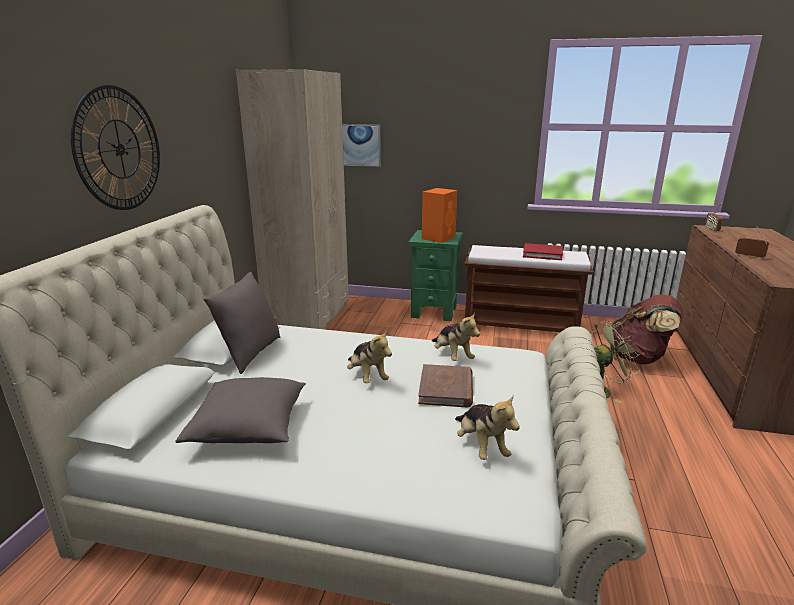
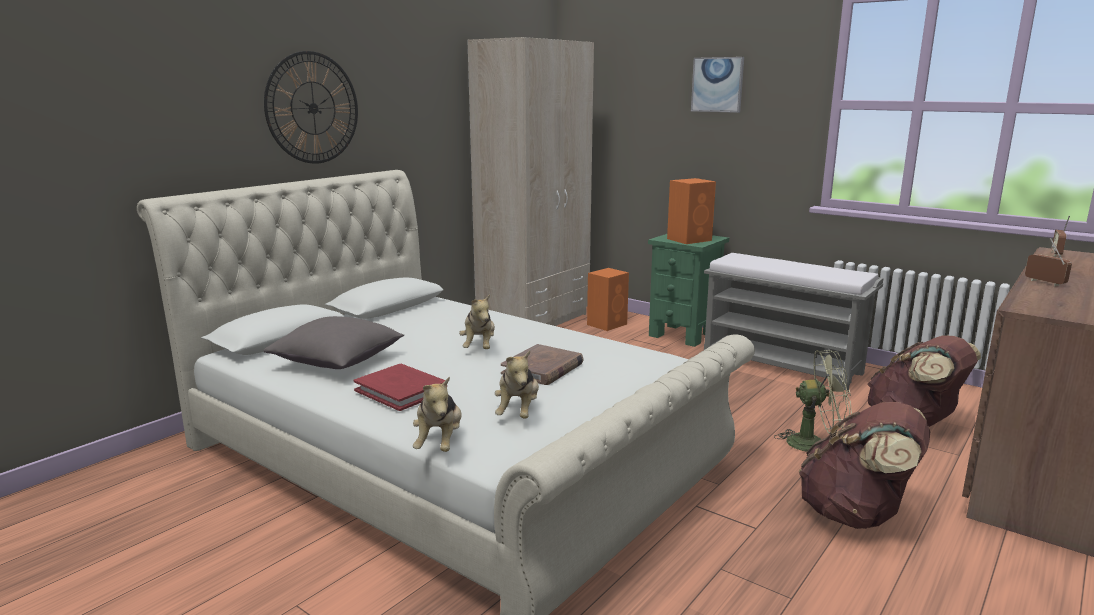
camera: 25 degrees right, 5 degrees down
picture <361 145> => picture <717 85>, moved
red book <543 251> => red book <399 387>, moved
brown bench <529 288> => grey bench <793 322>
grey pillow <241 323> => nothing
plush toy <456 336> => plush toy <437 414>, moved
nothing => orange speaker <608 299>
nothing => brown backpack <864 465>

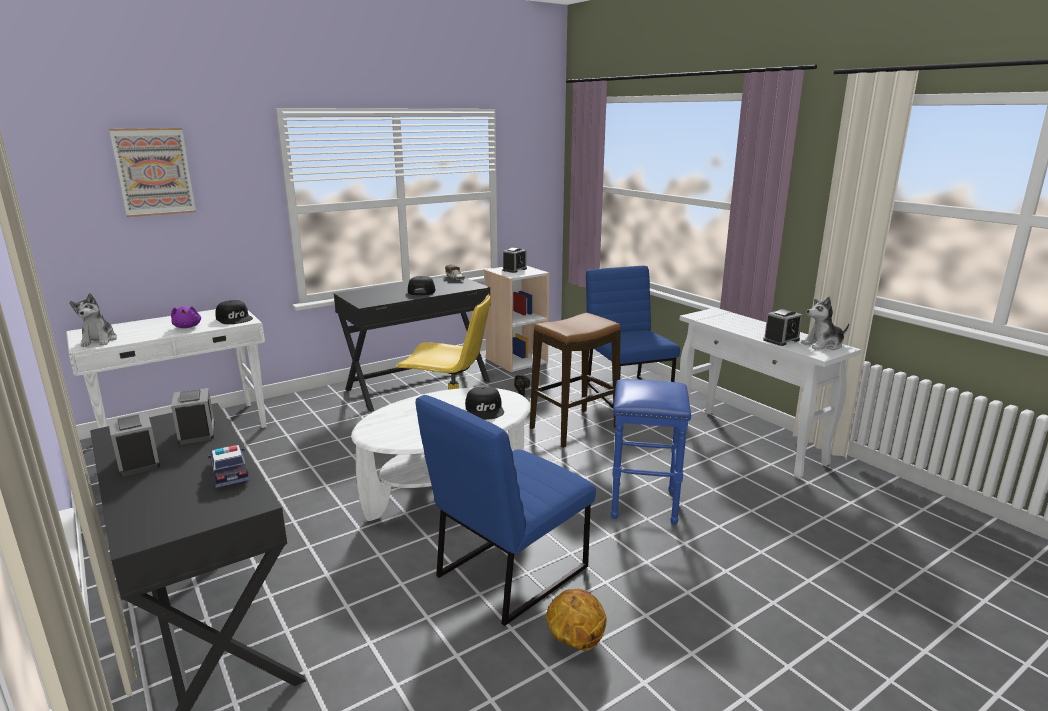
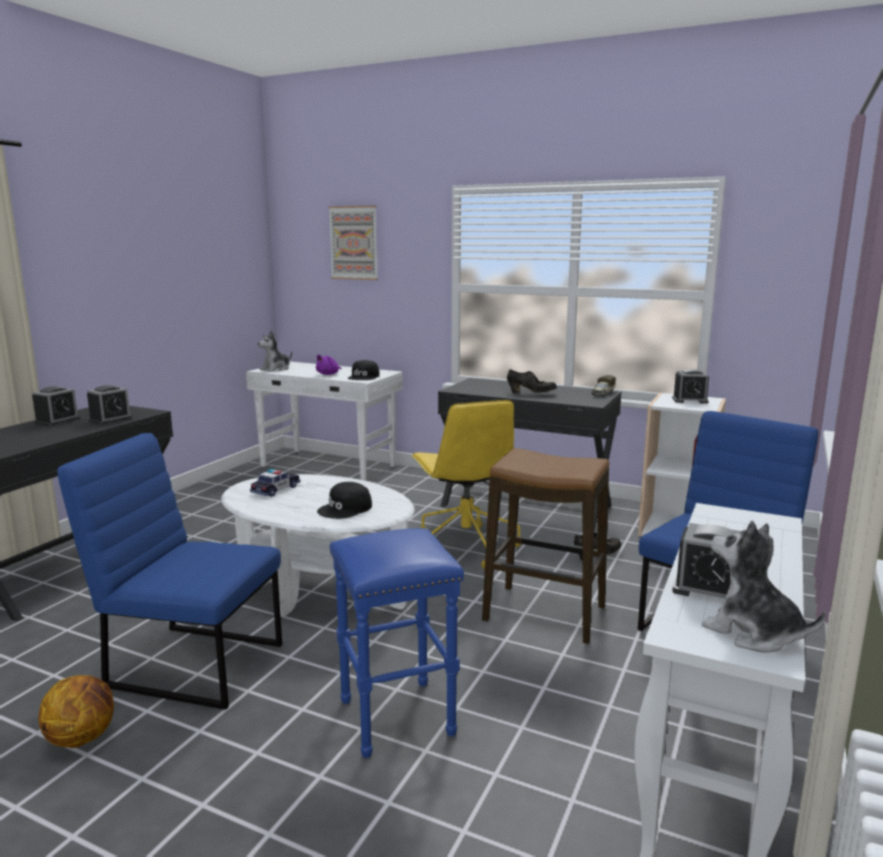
camera: 60 degrees right, 5 degrees down
black cap <422 285> => black shoe <532 381>
toy car <229 466> => toy car <275 483>, moved

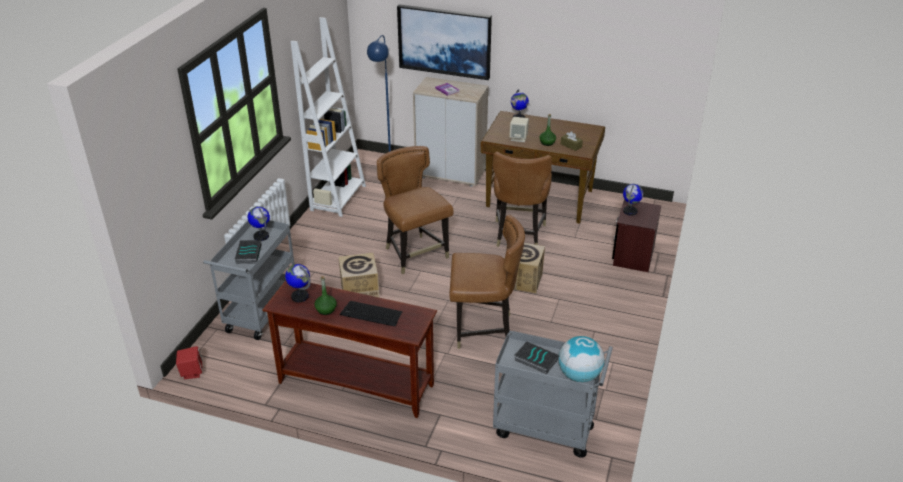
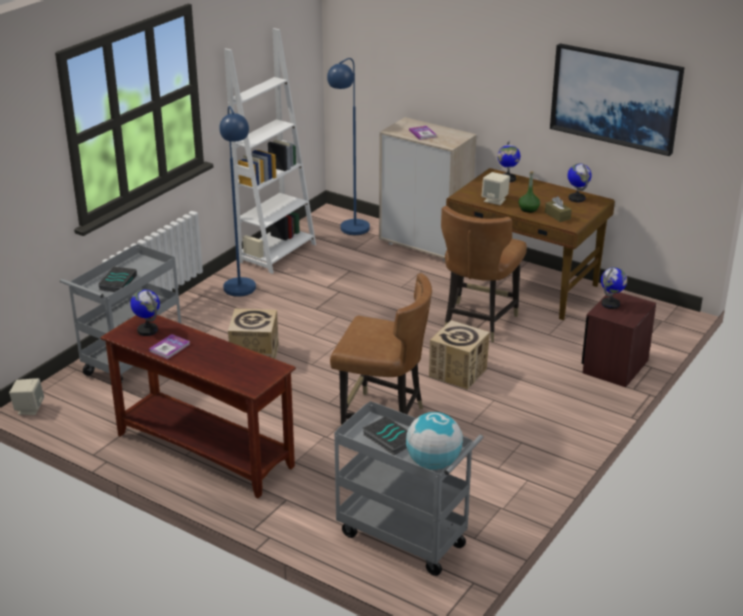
camera: 15 degrees right, 5 degrees down
picture <444 42> => picture <617 99>, moved
brown chair <415 210> => nothing
globe <259 223> => globe <580 182>, moved
green bottle <325 295> => book <169 346>
keyboard <371 313> => nothing
red speaker <189 362> => beige speaker <26 396>
nothing => blue floor lamp <237 201>

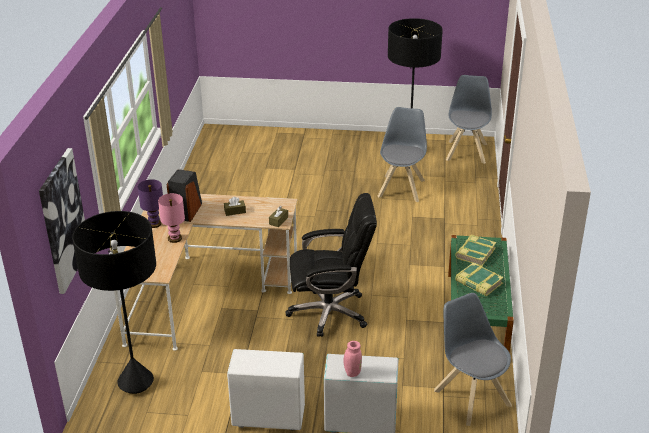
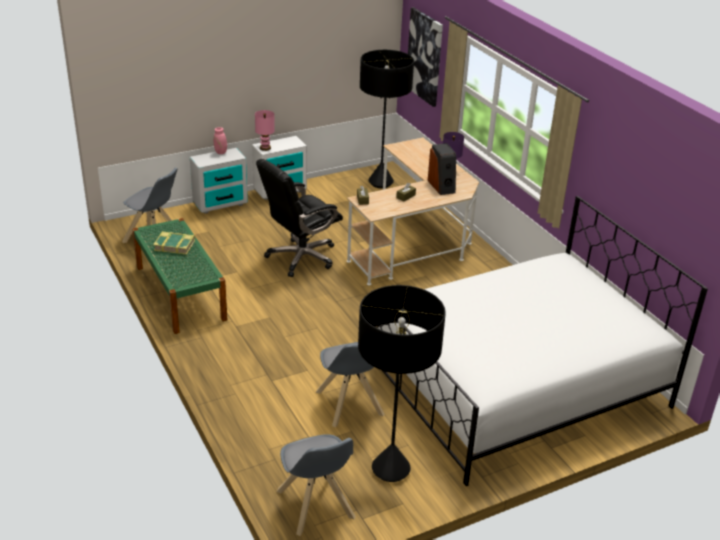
camera: 145 degrees right, 0 degrees up
pink table lamp <171 218> => pink table lamp <265 130>, moved
book <475 250> => nothing
nothing => white bed <539 341>

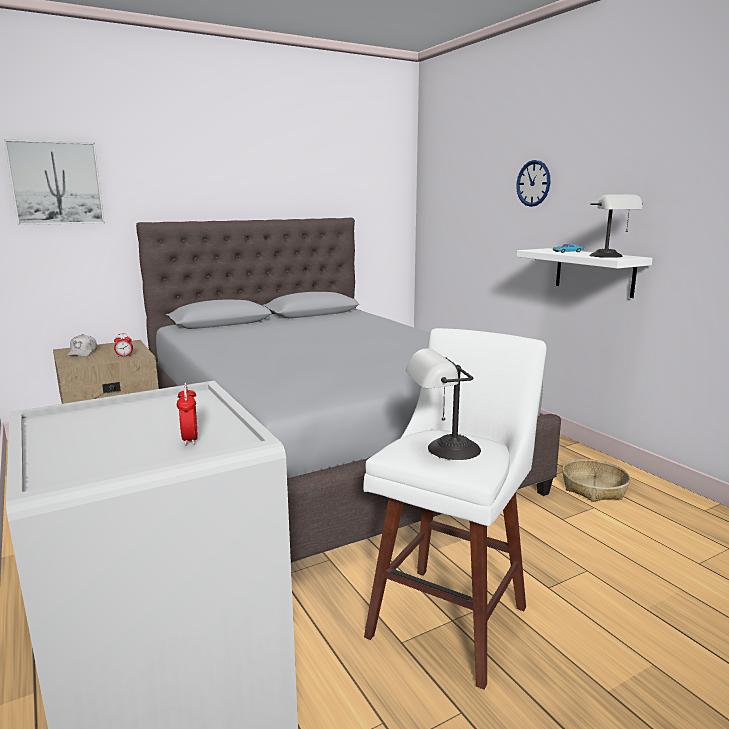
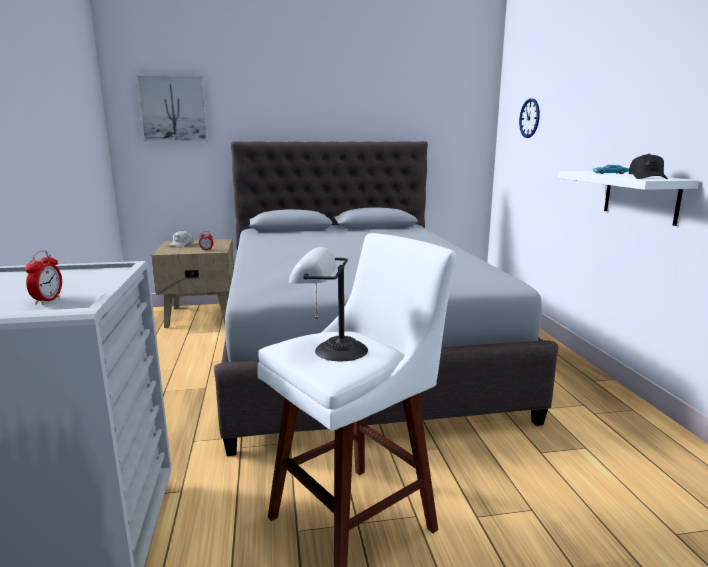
camera: 20 degrees right, 0 degrees up
wall clock <533 183> => wall clock <529 118>, moved
table lamp <616 226> => black cap <648 166>
basket <596 480> => nothing

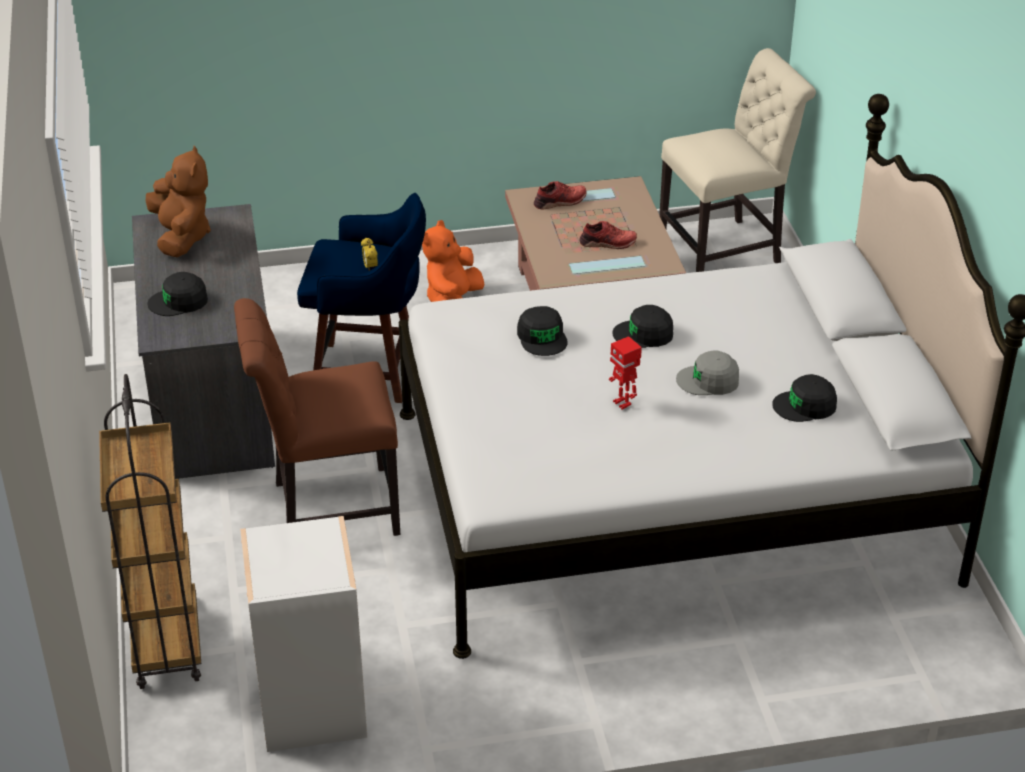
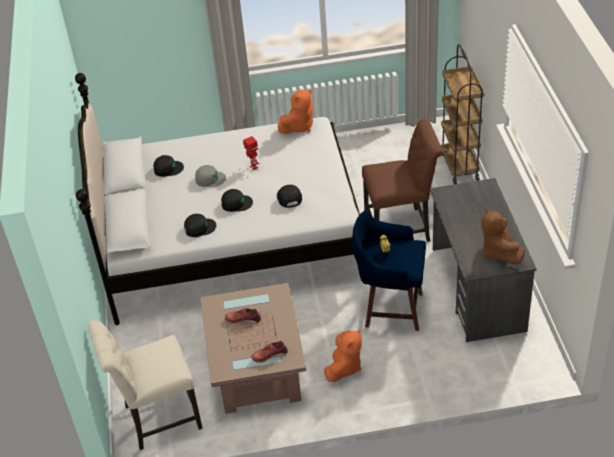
camera: 175 degrees left, 5 degrees up
black cap <178 294> => black cap <200 225>, moved
bookcase <303 634> => nothing
nothing => orange plush toy <295 111>

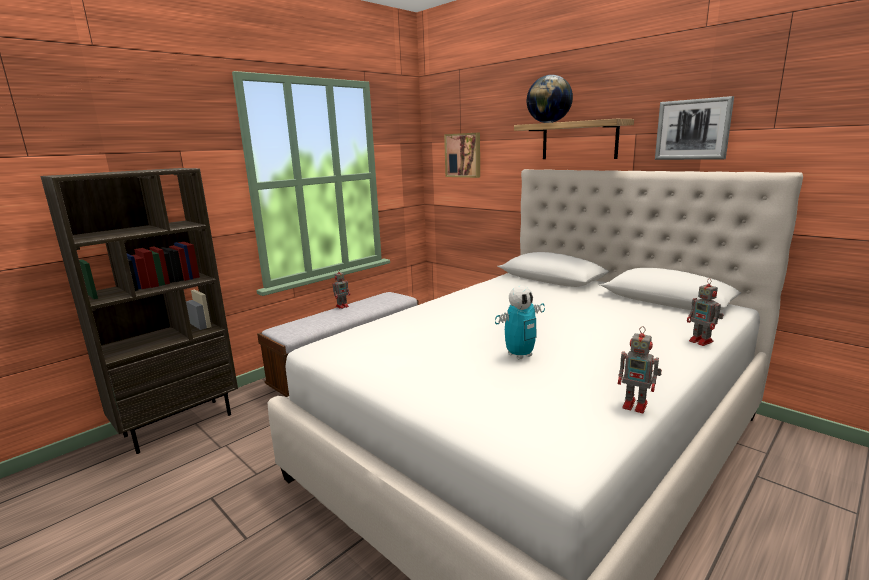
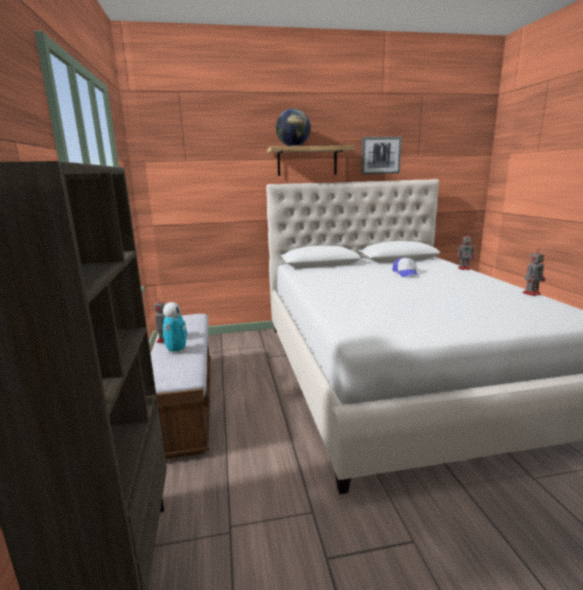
camera: 55 degrees left, 0 degrees up
picture <462 155> => nothing
toy robot <520 323> => toy robot <175 328>, moved
nothing => cap <406 267>

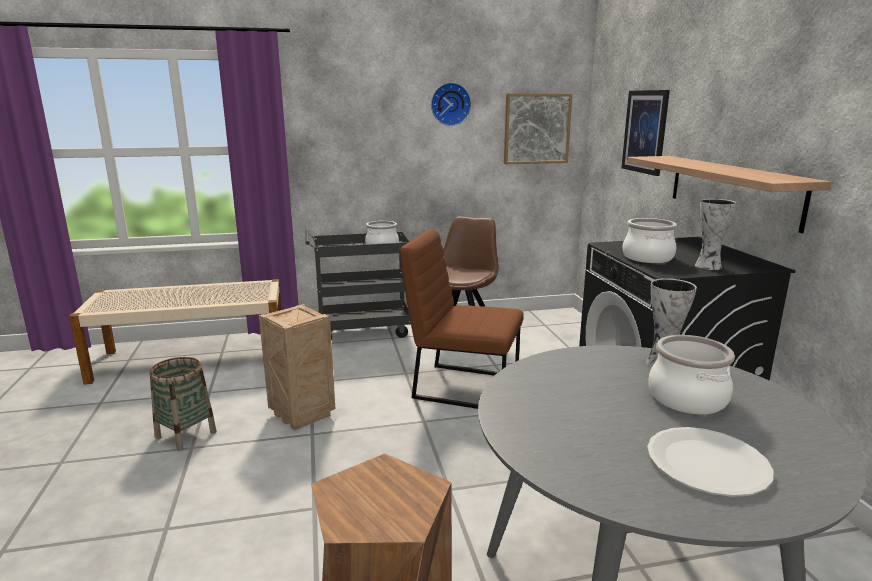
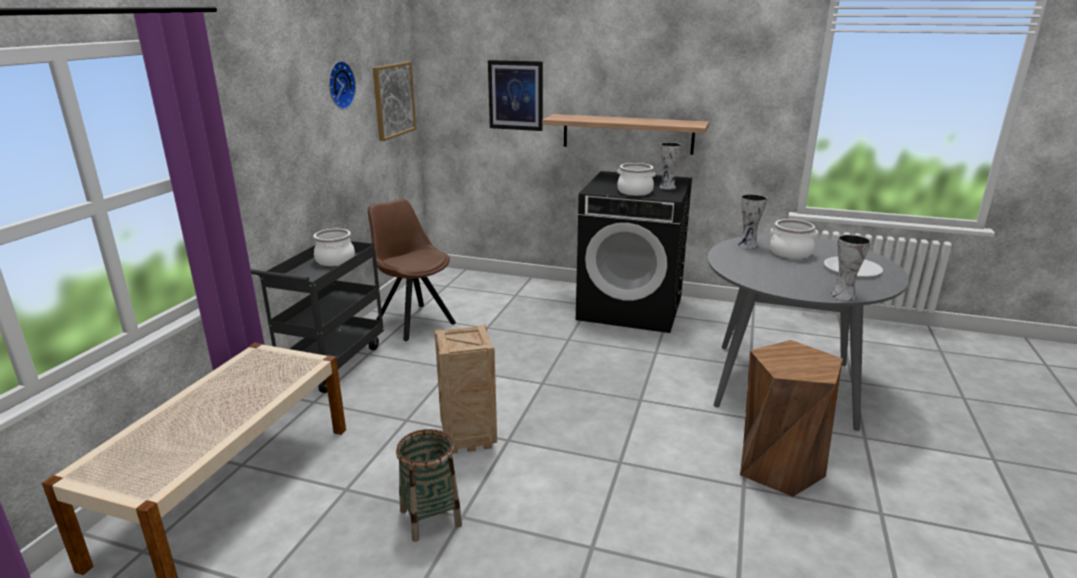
camera: 60 degrees left, 5 degrees up
brown chair <461 319> => nothing
nothing => vase <851 267>

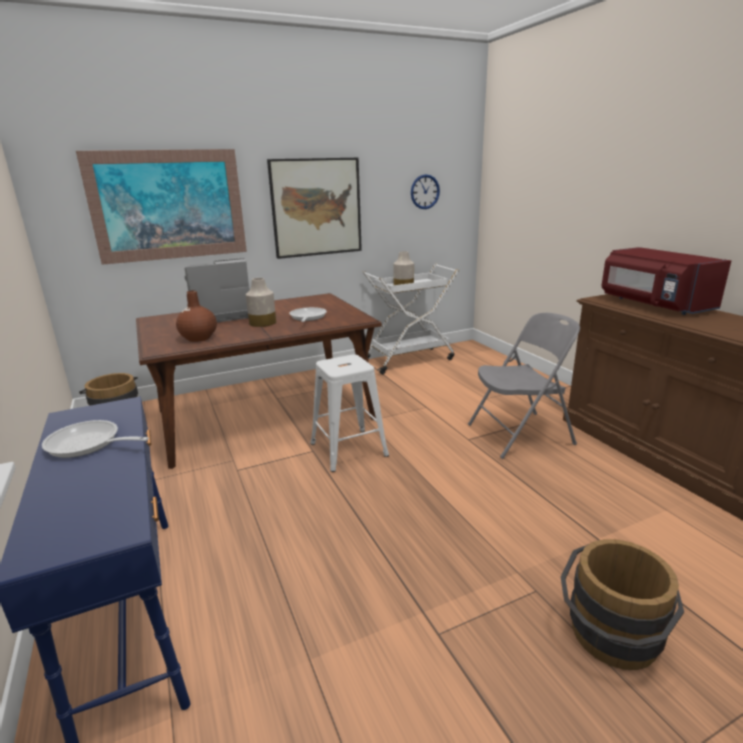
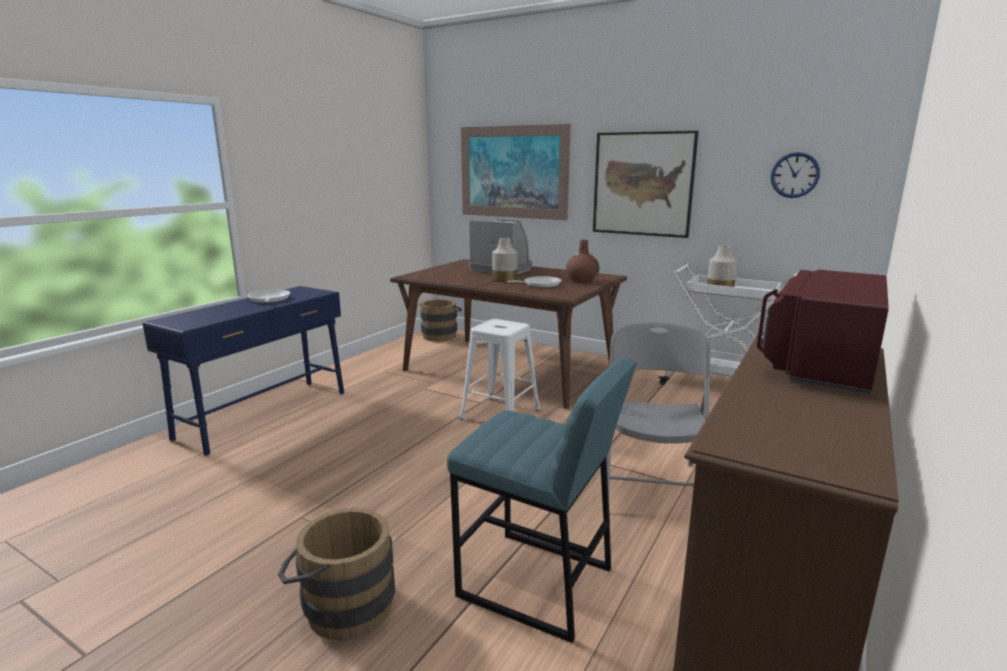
camera: 55 degrees right, 5 degrees down
brown vase <196 316> => brown vase <583 261>, moved
grey chair <524 386> => grey chair <658 409>, 120 degrees counterclockwise
nothing => blue stool <542 500>

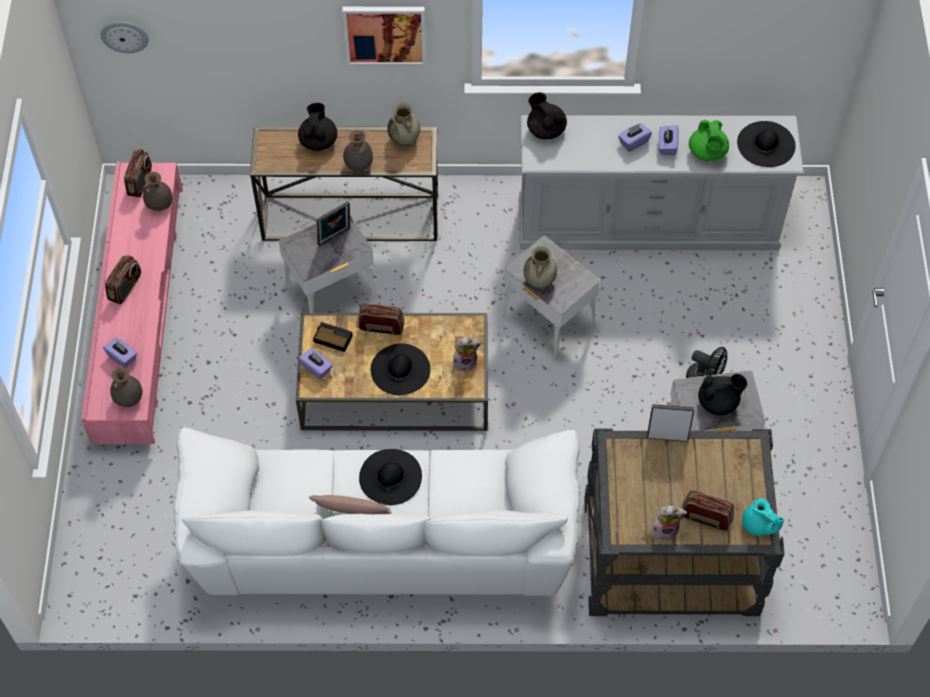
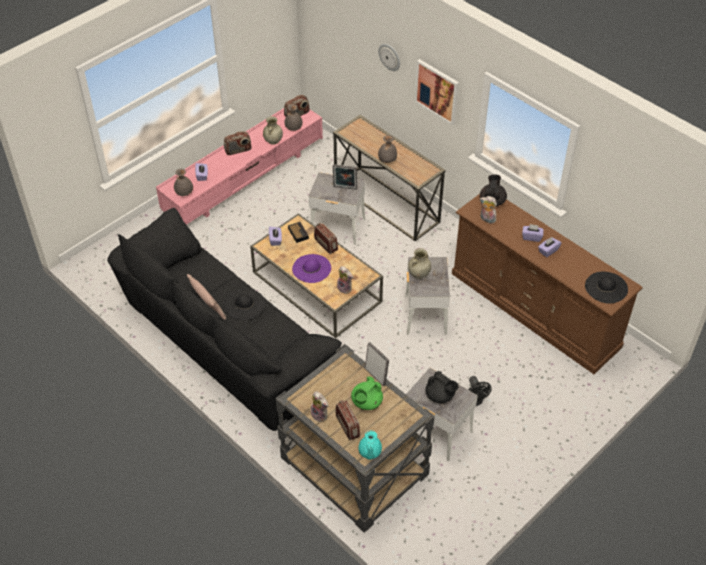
camera: 45 degrees right, 10 degrees down
wall clock <125 37> => wall clock <389 57>, moved
black teapot <317 127> => nothing
beige vase <403 124> => beige vase <273 130>, moved
white cabinet <661 182> => brown cabinet <547 284>
green teapot <709 140> => green teapot <367 393>, moved
black hat <400 369> => purple hat <311 268>
white sofa <377 511> => black sofa <224 319>
nothing => plush toy <488 209>

